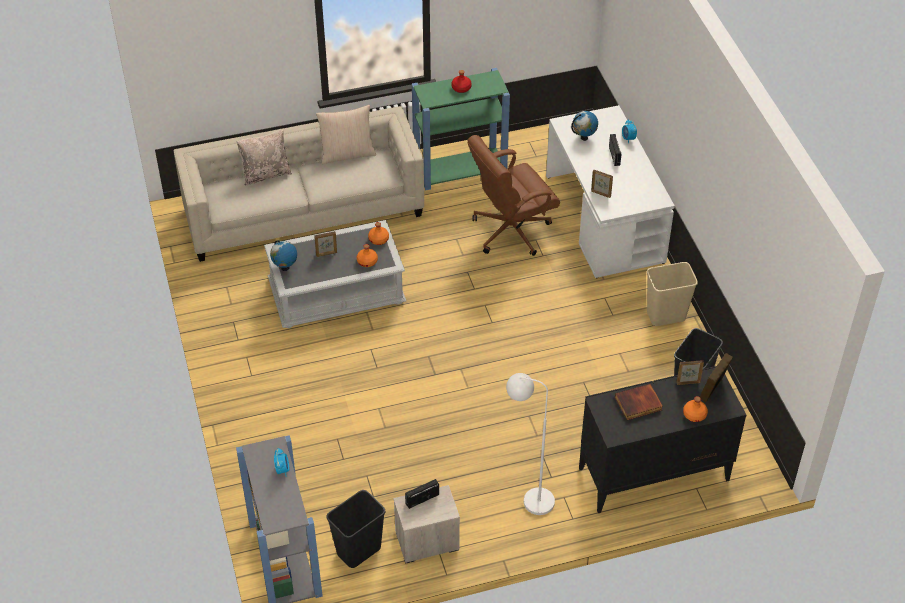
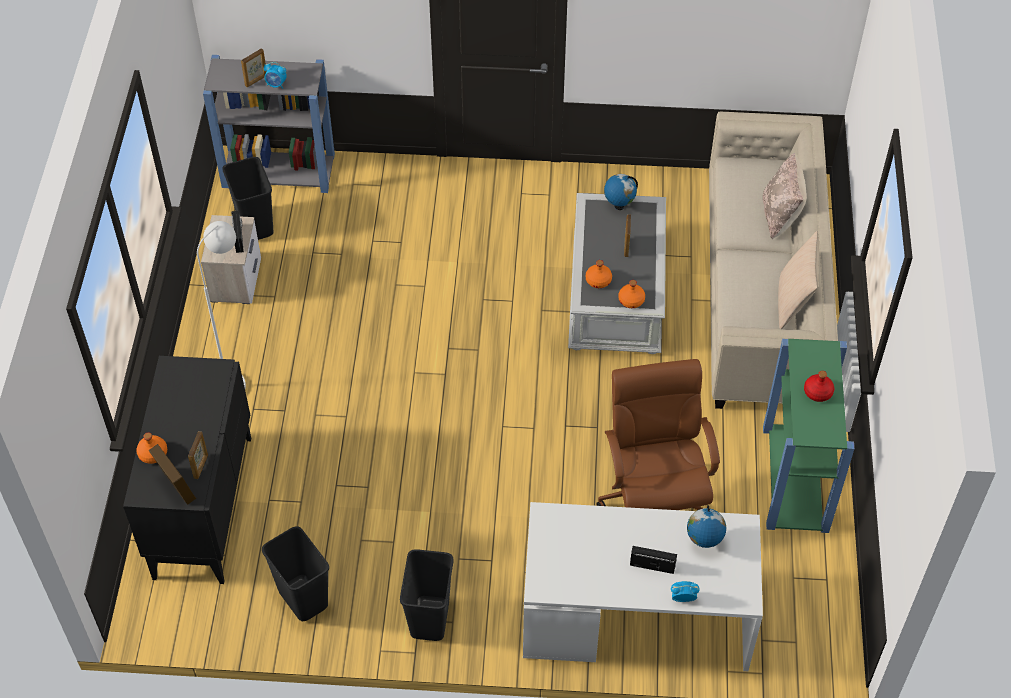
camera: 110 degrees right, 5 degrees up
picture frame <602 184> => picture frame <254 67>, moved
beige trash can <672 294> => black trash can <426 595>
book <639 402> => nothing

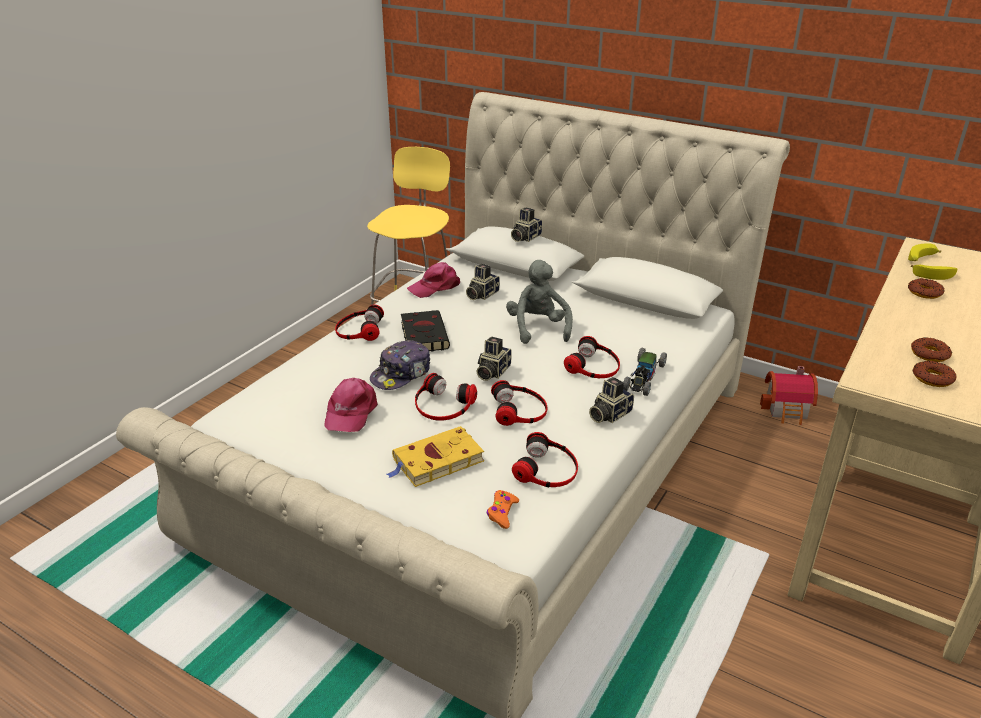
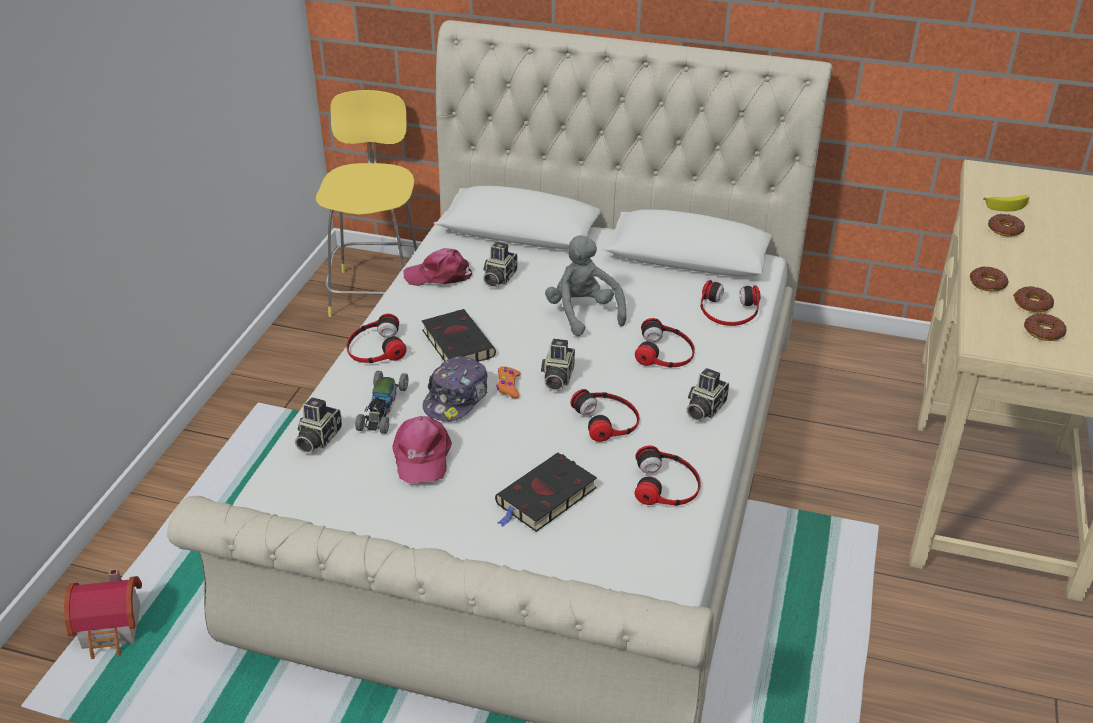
camera: 15 degrees left, 5 degrees up
photo camera <526 224> => photo camera <318 425>, moved
banana <924 252> => nothing
pink cap <433 280> => pink cap <437 267>, 45 degrees clockwise
toy car <645 372> => toy car <382 402>, moved
toy house <789 395> => toy house <103 613>, moved
headphones <446 397> => headphones <731 303>, moved
yellow book <435 456> => black book <546 492>
orange game controller <503 509> => orange game controller <508 382>, moved
nothing => donut <989 279>

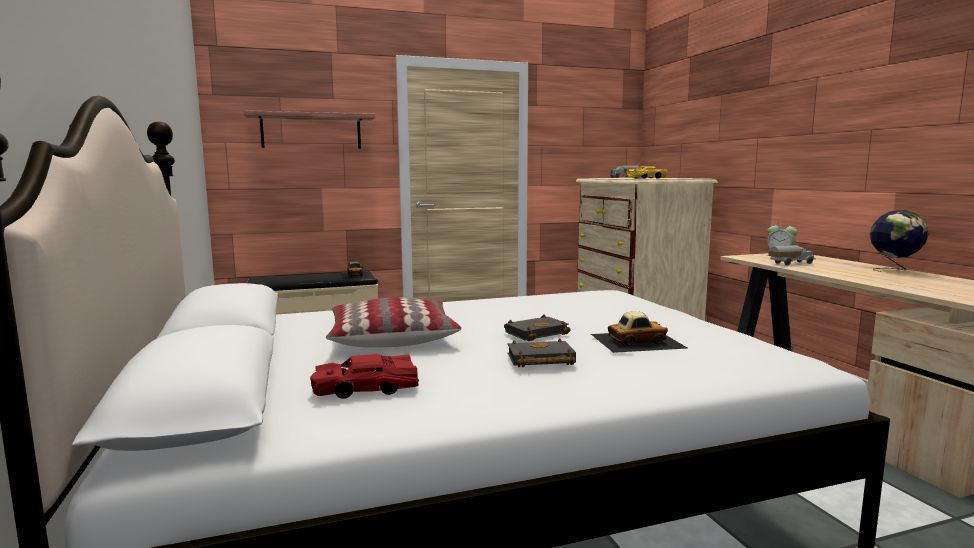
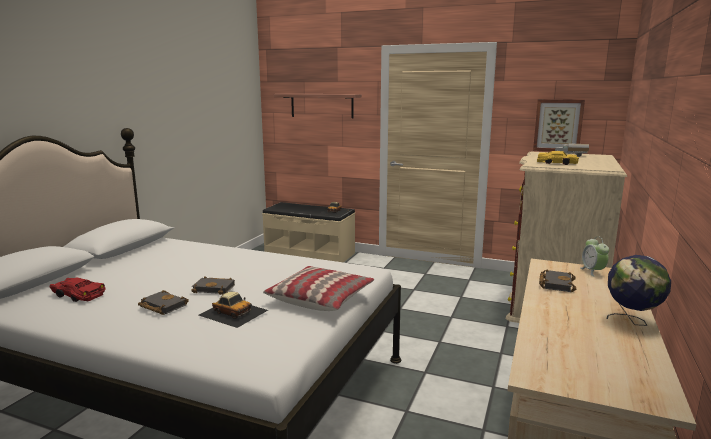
camera: 40 degrees right, 5 degrees up
toy truck <792 255> => black book <557 280>
pillow <393 322> => pillow <318 288>, moved
nothing => picture <559 125>

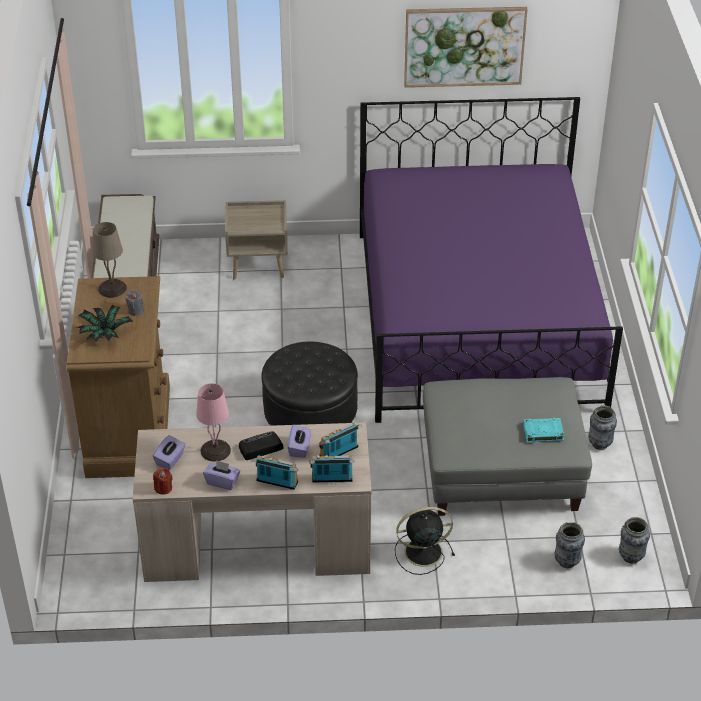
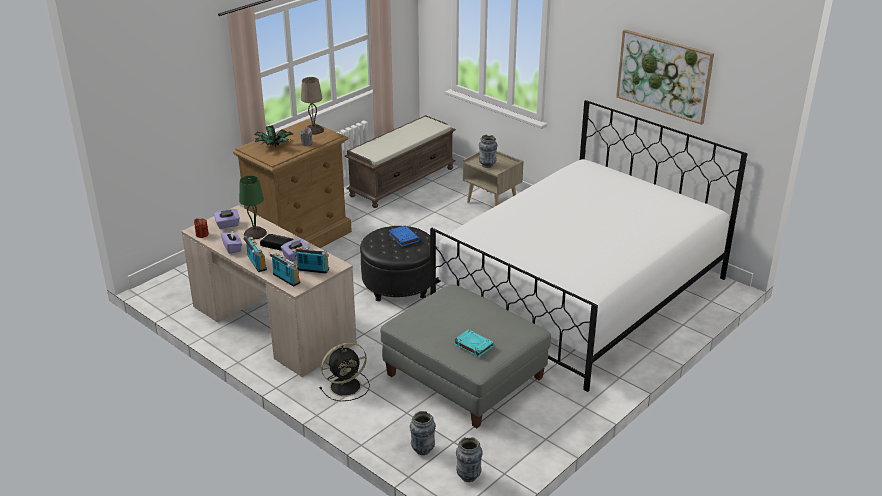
camera: 45 degrees right, 10 degrees down
purple bed <491 260> => white bed <589 246>
pink table lamp <213 422> => green table lamp <253 207>
vase <602 427> => vase <488 151>, moved
black fan <425 541> => black fan <344 371>, 120 degrees clockwise
nothing => blue book <404 236>

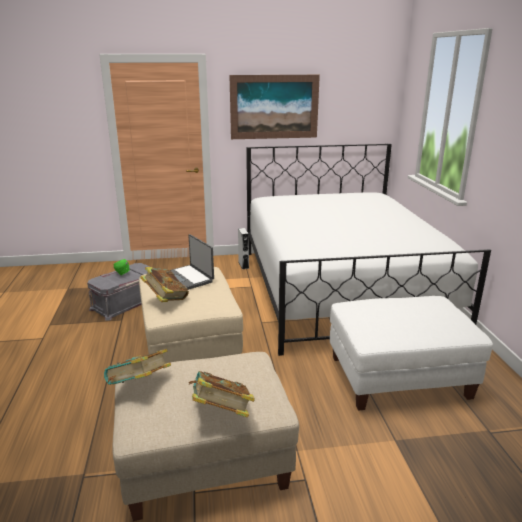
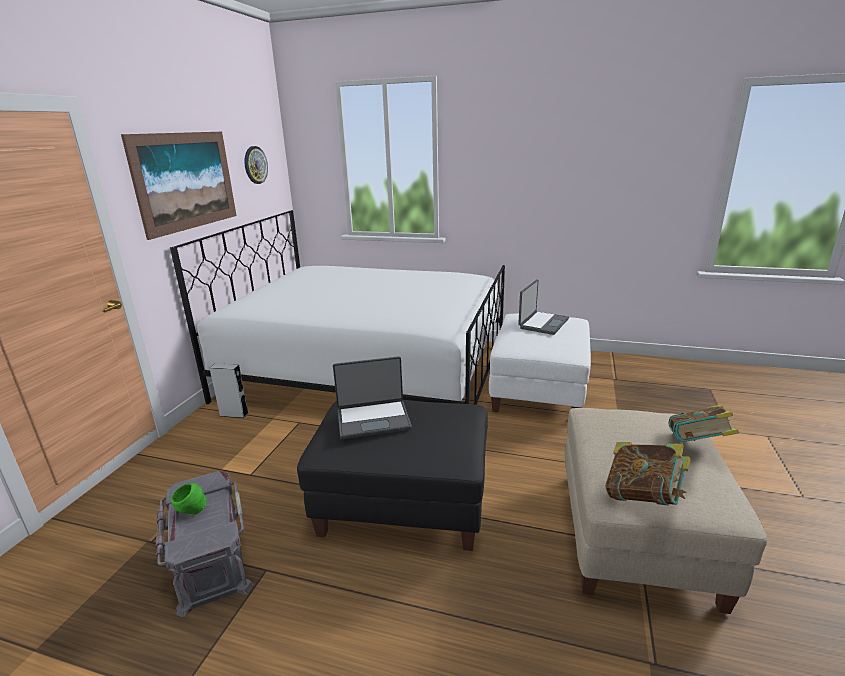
camera: 65 degrees left, 0 degrees up
beige ottoman <191 315> => black ottoman <392 475>
book <164 284> => nothing
nothing => wall clock <256 165>
nothing => laptop <543 307>

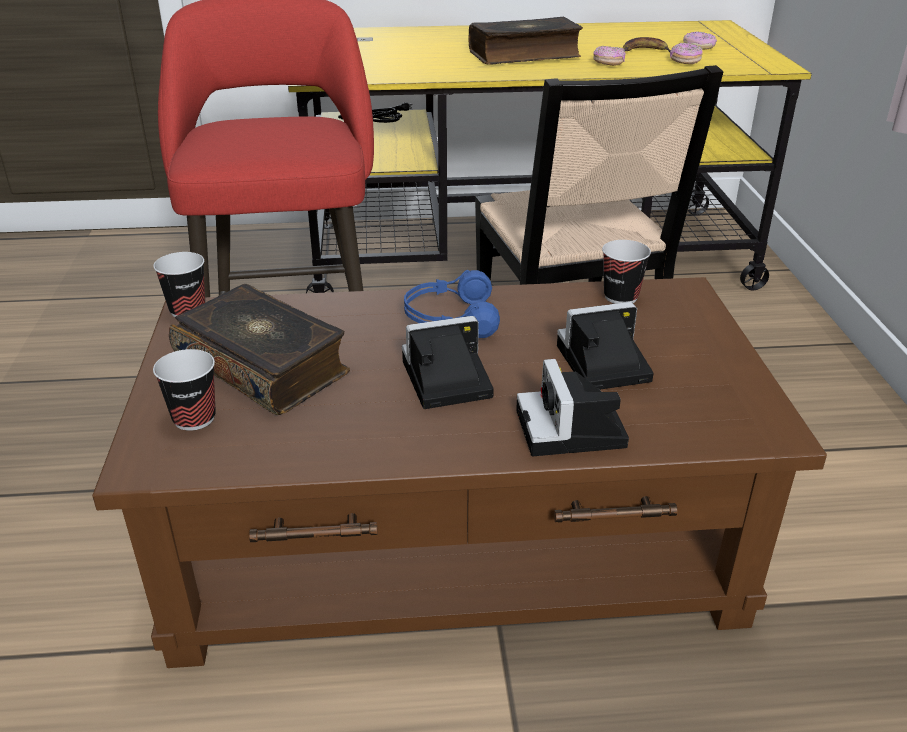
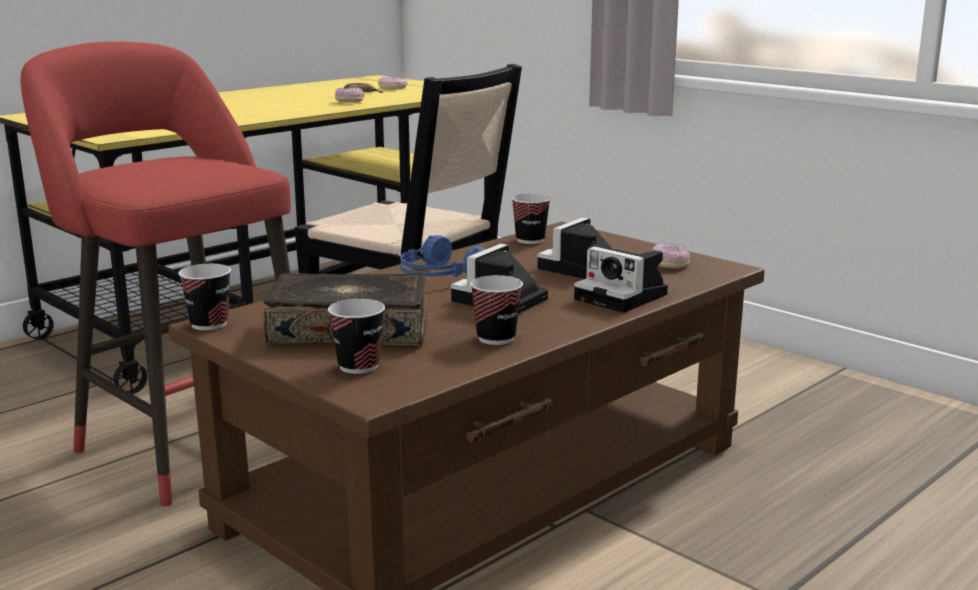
camera: 40 degrees left, 15 degrees down
book <525 41> => nothing
donut <686 53> => donut <671 255>, moved
nothing => cup <496 310>

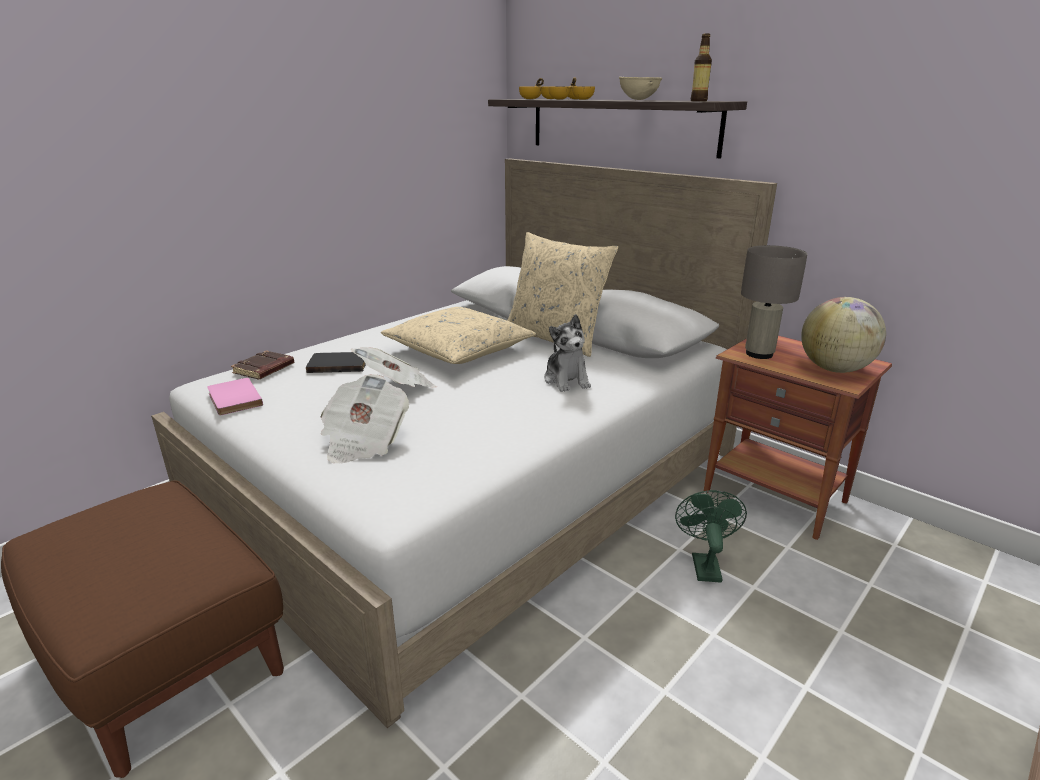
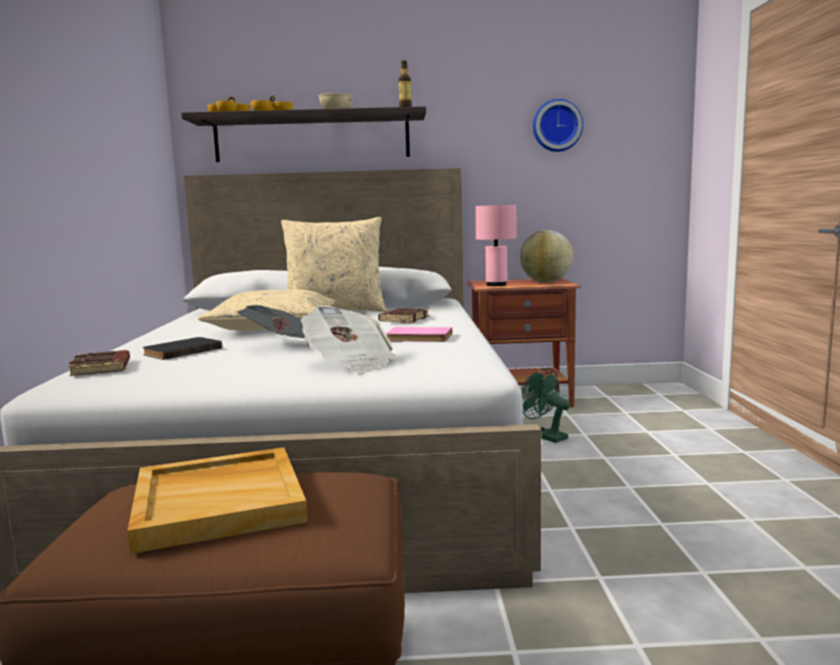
camera: 45 degrees left, 15 degrees down
grey table lamp <774 302> => pink table lamp <495 245>
plush toy <567 353> => brown book <403 315>
pink book <235 396> => pink book <419 334>, moved
nothing => wall clock <558 125>
nothing => beige tray <217 500>

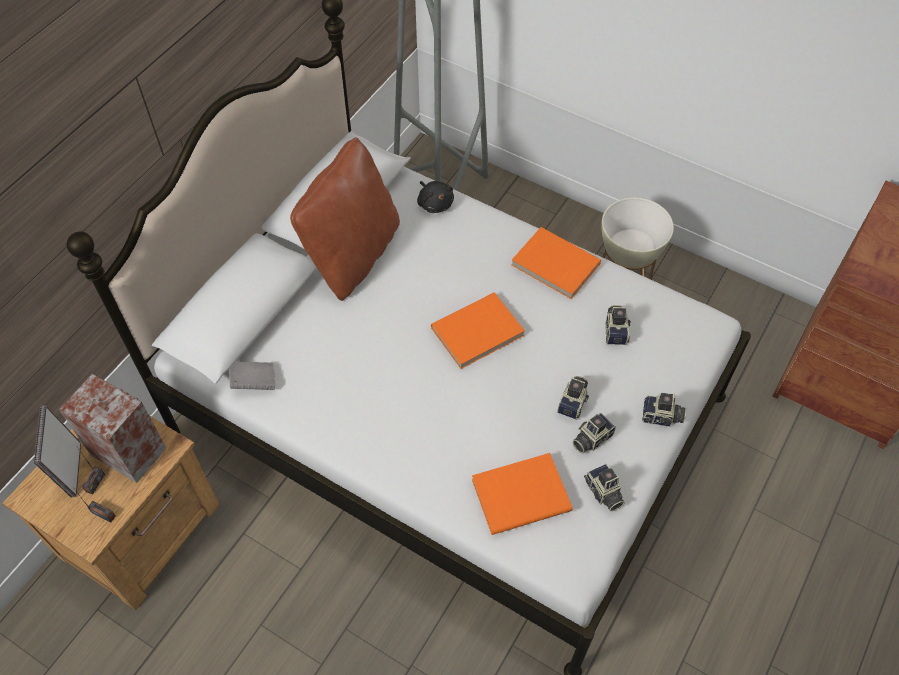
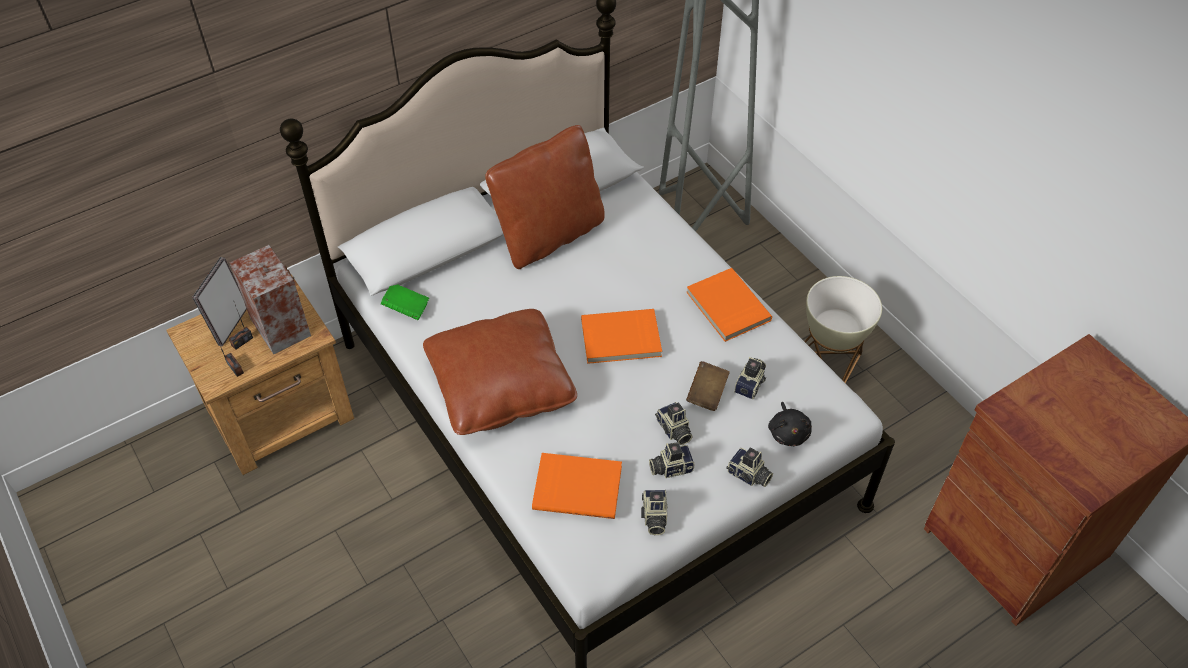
camera: 25 degrees right, 5 degrees down
black plush toy <435 197> => black plush toy <790 424>, moved
grey book <252 375> => green book <405 302>
photo camera <573 397> => photo camera <674 423>, 105 degrees clockwise
nothing => brown pillow <500 372>
nothing => brown book <708 386>

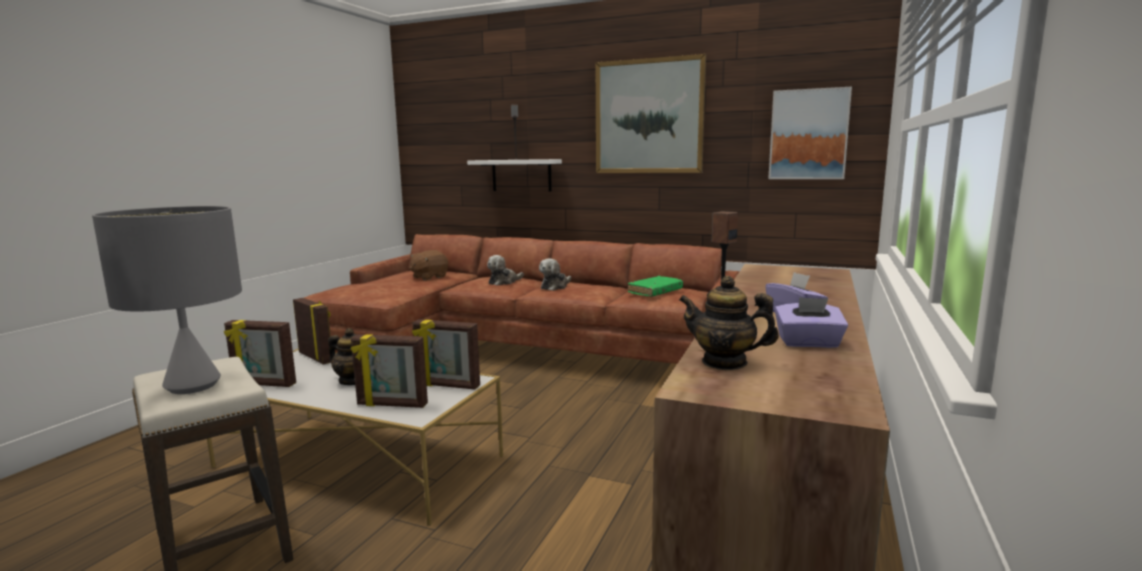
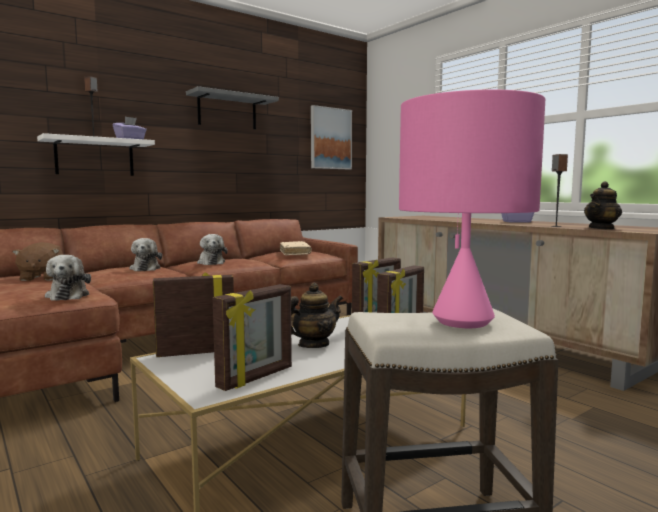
camera: 60 degrees left, 5 degrees down
picture <651 113> => grey shelf <232 107>
grey table lamp <167 300> => pink table lamp <472 209>
green book <655 286> => beige book <296 248>
purple tissue box <811 322> => purple tissue box <130 127>, moved
nothing => plush toy <68 278>

